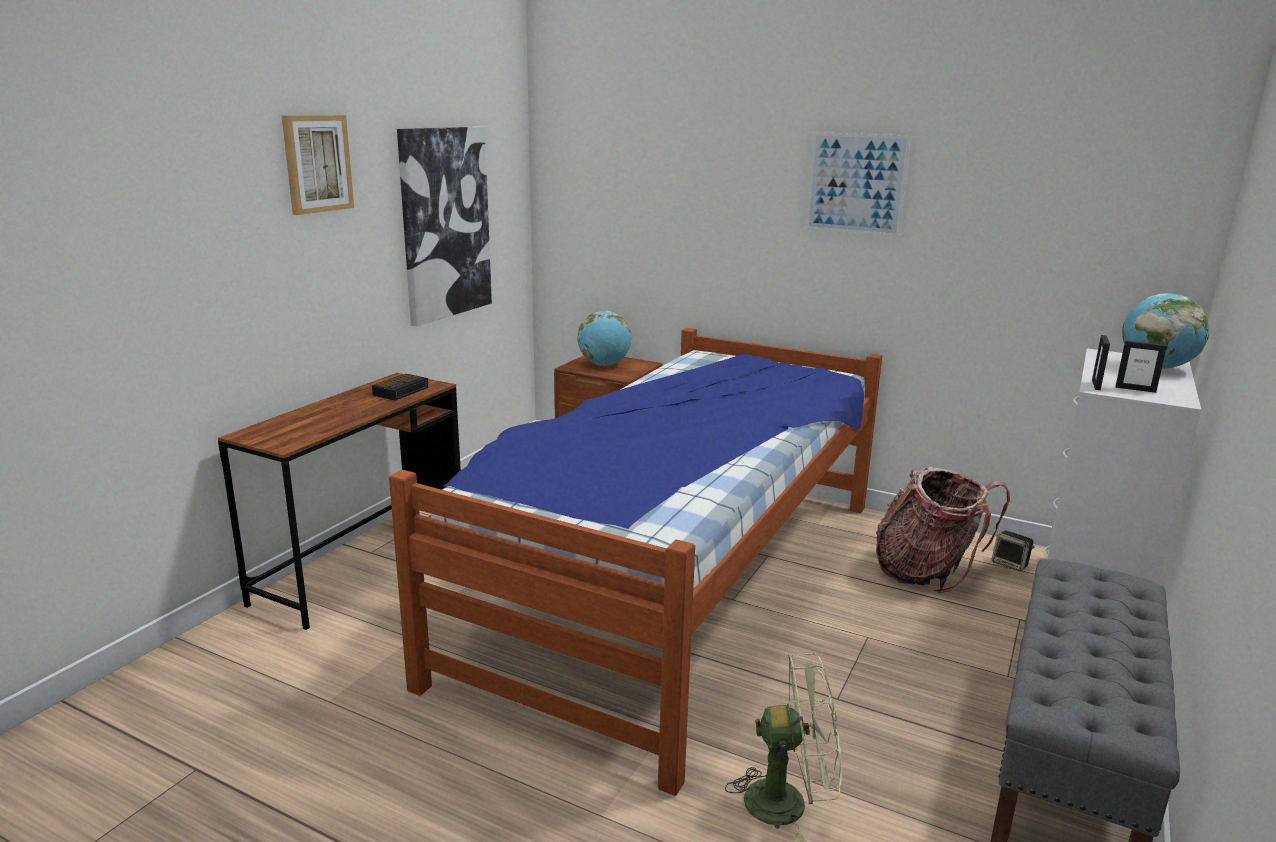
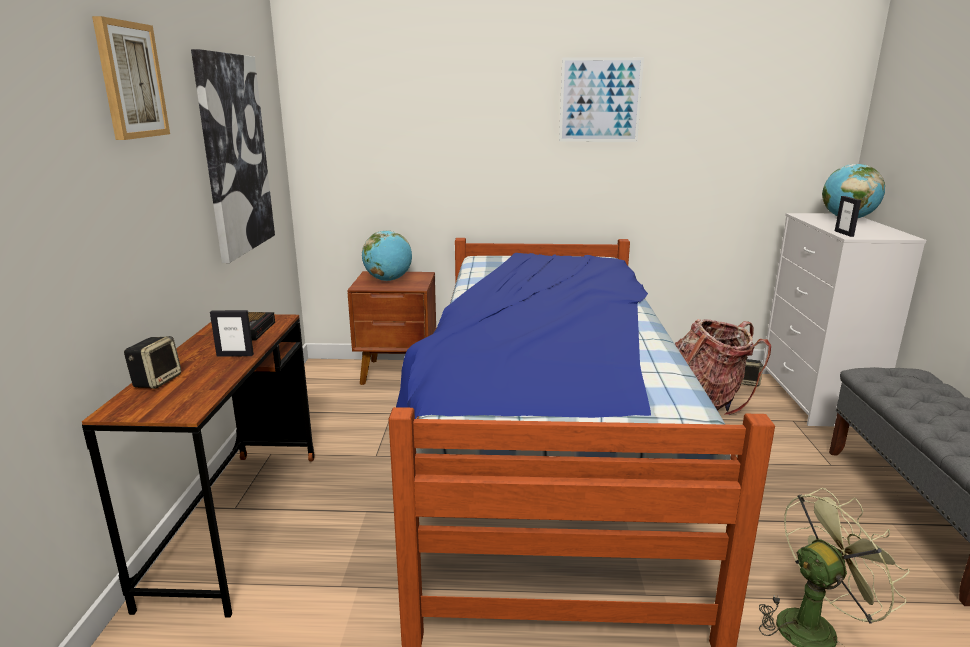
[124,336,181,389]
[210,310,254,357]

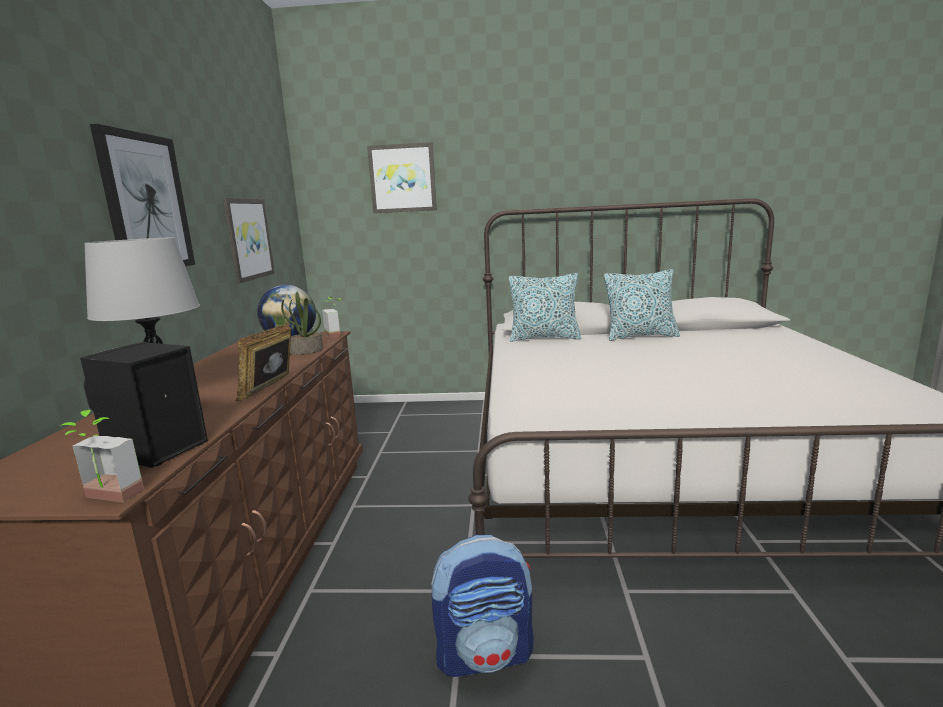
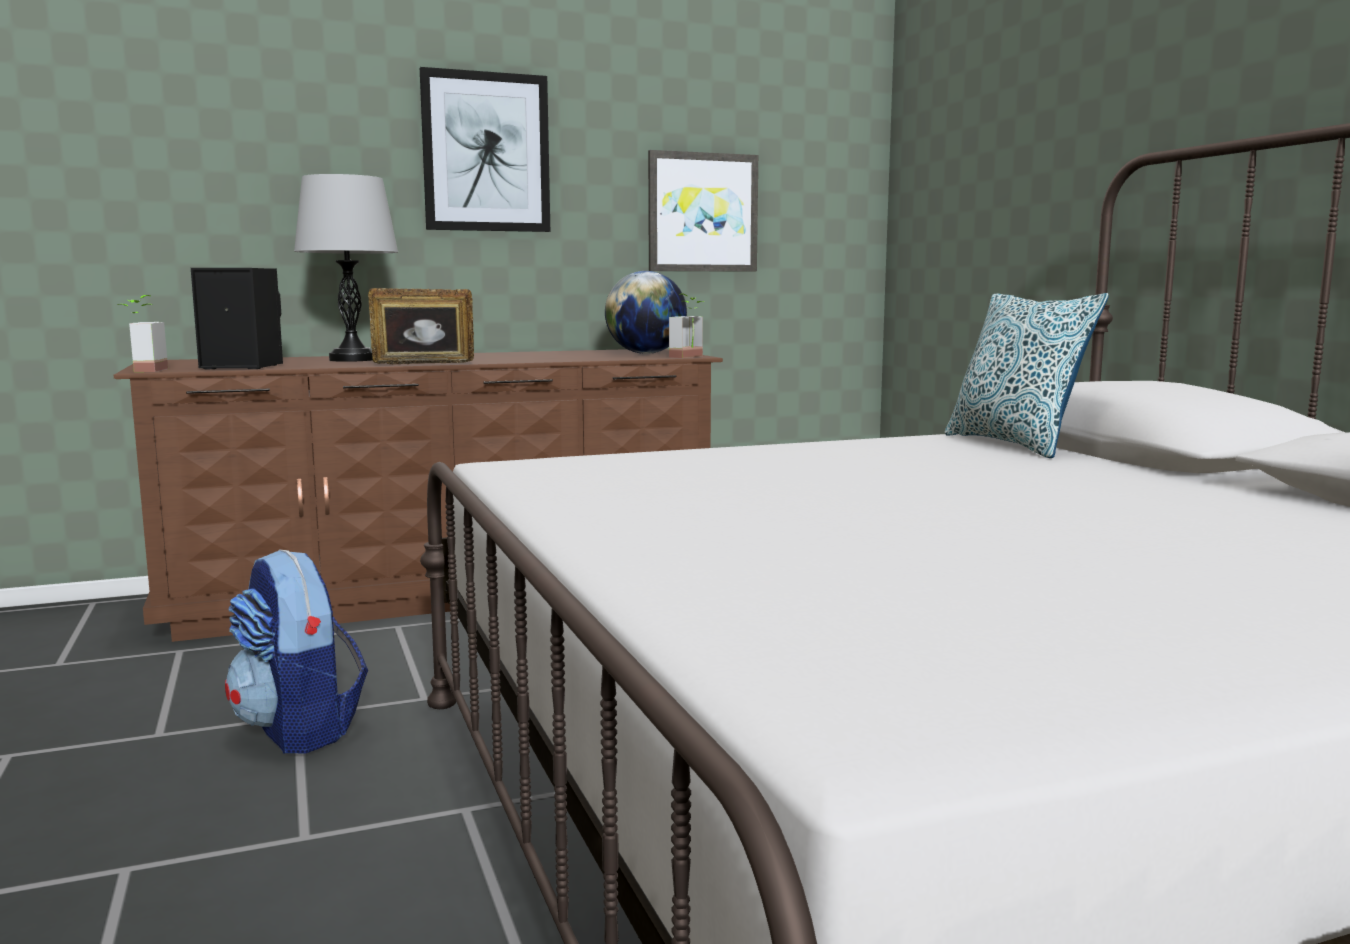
[281,292,323,355] (first image)
[367,142,437,213] (first image)
[604,269,680,341] (first image)

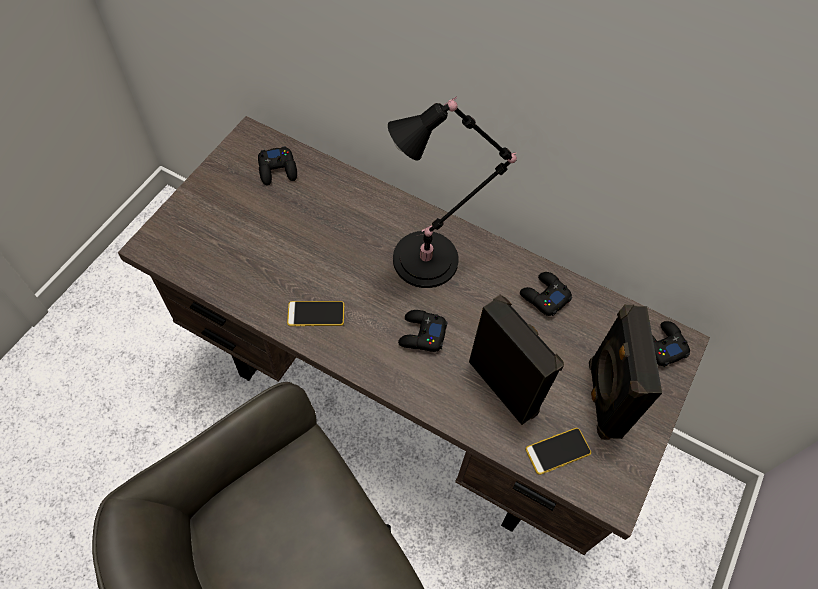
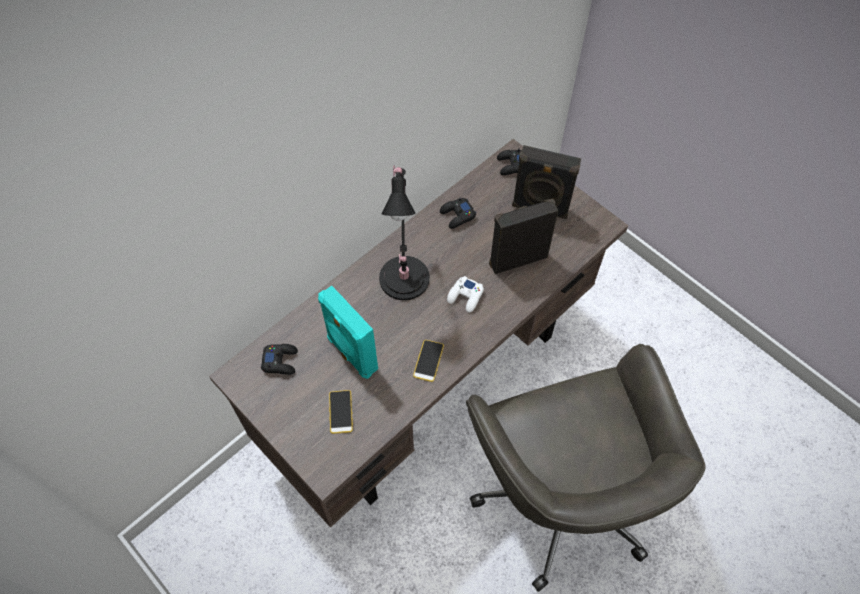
[318,286,378,379]
[329,390,353,434]
[447,276,484,313]

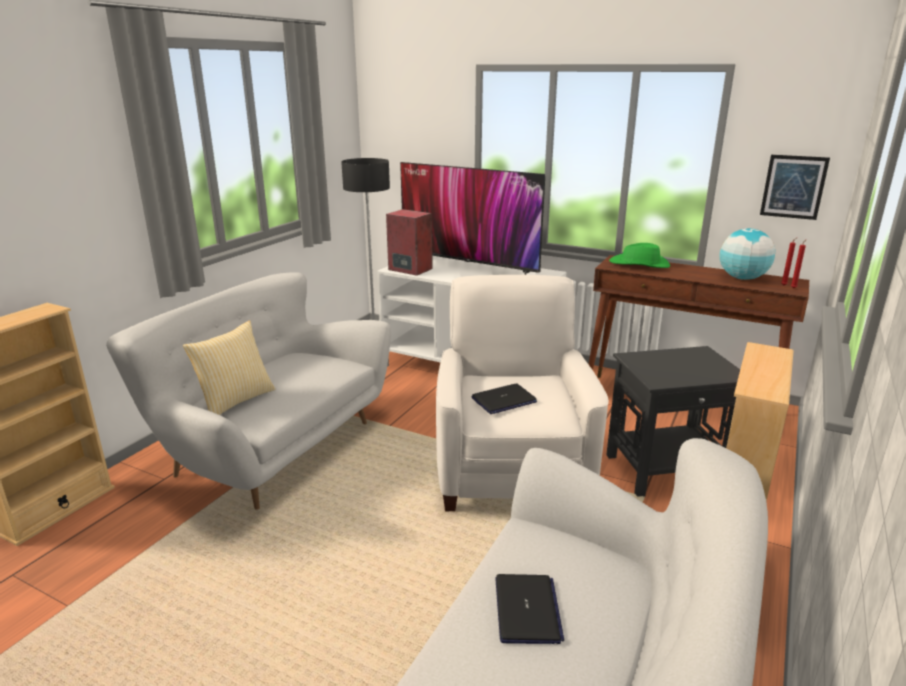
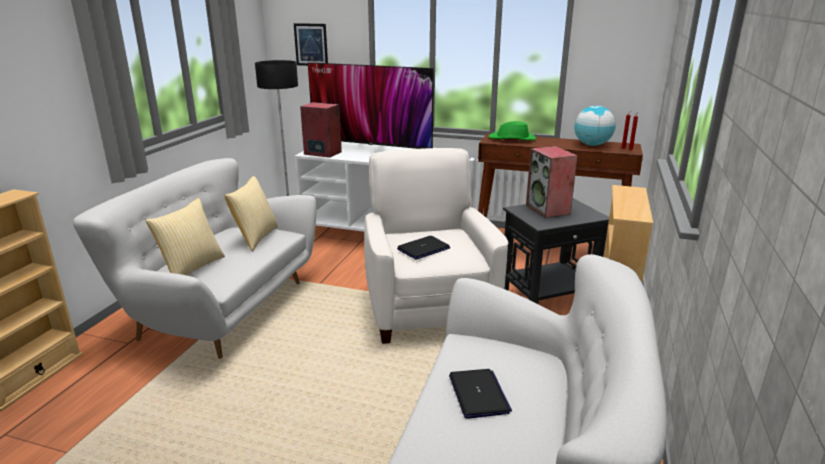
[225,176,278,251]
[526,146,578,218]
[294,23,328,66]

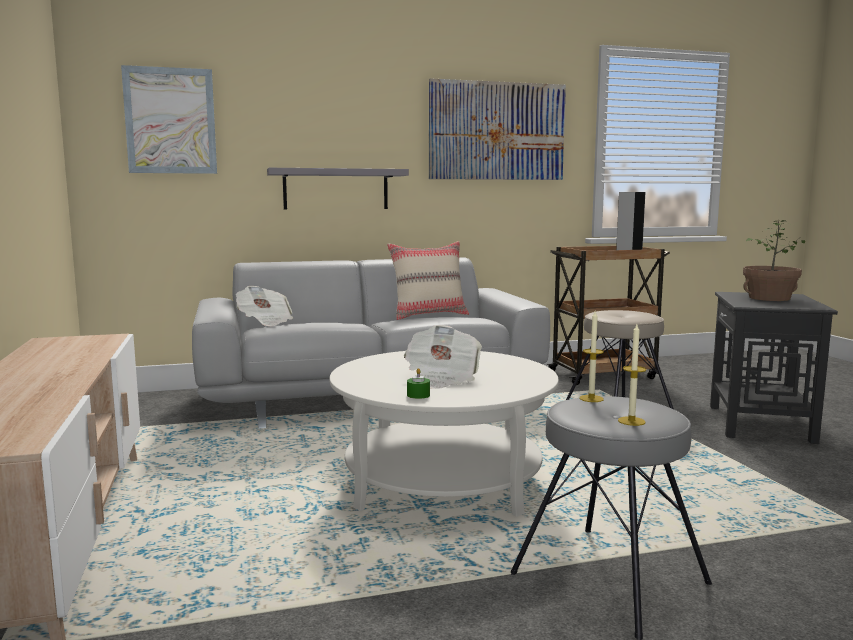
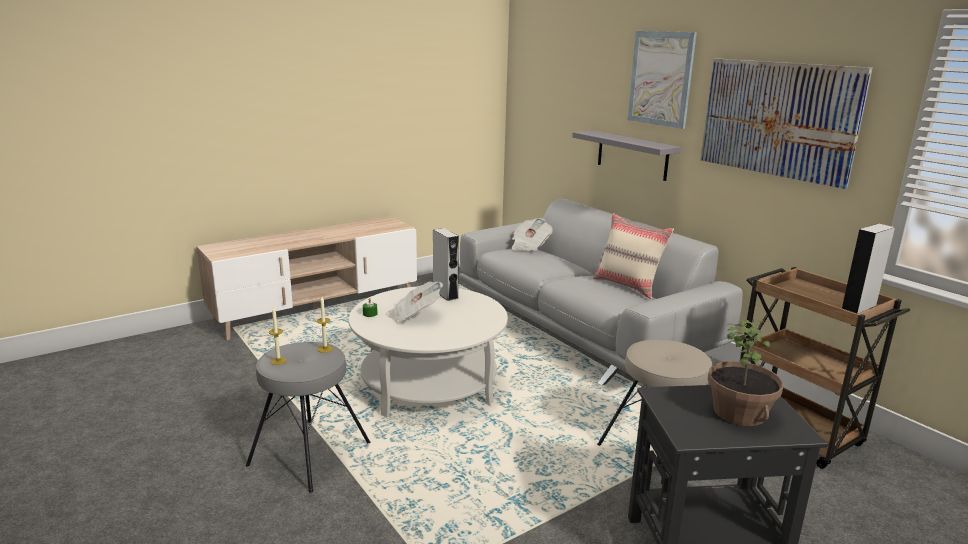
[433,228,459,301]
[627,31,697,129]

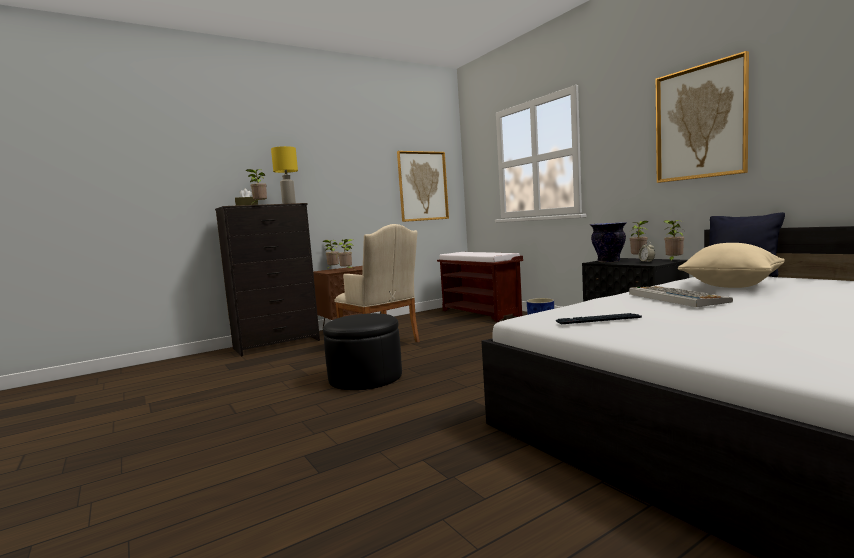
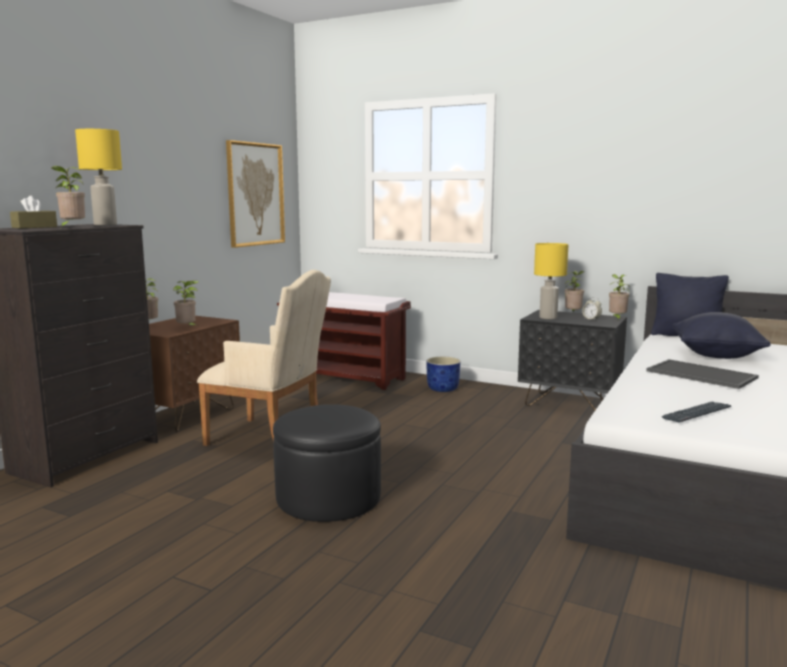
[656,51,749,183] (first image)
[534,243,569,319]
[646,359,759,389]
[673,312,771,359]

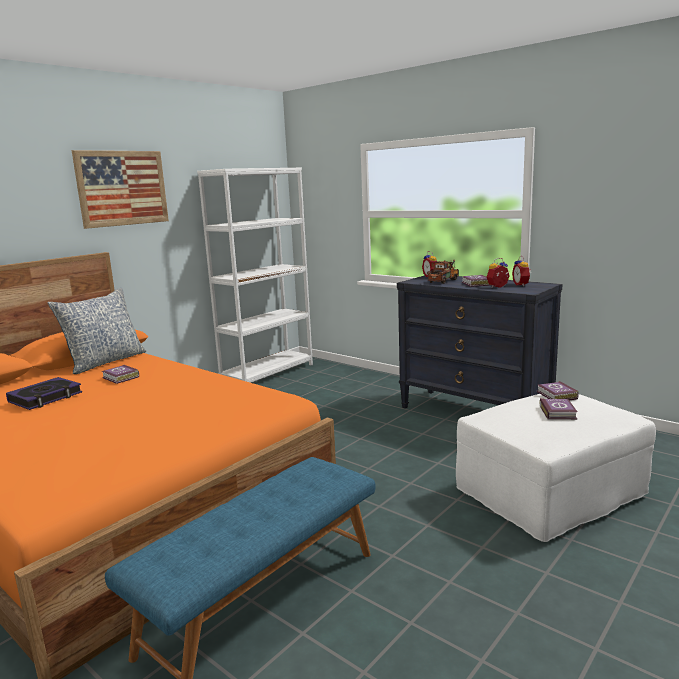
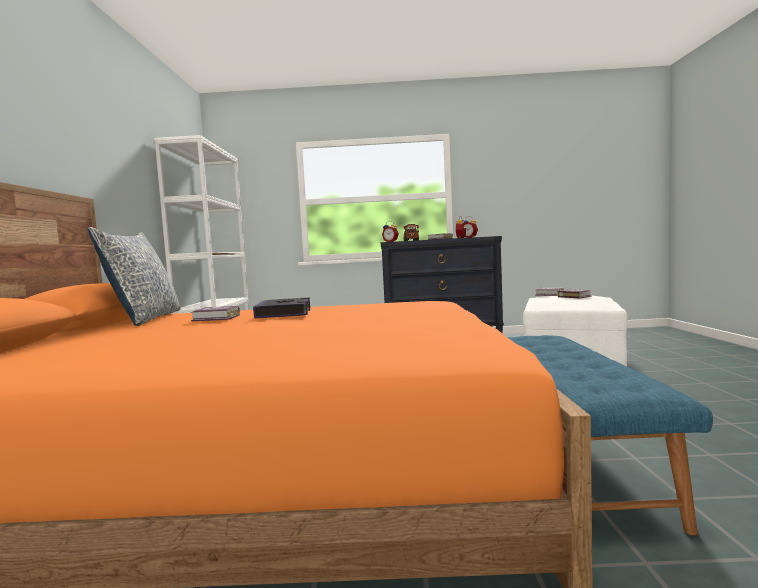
[72,150,169,229] (first image)
[253,297,310,318]

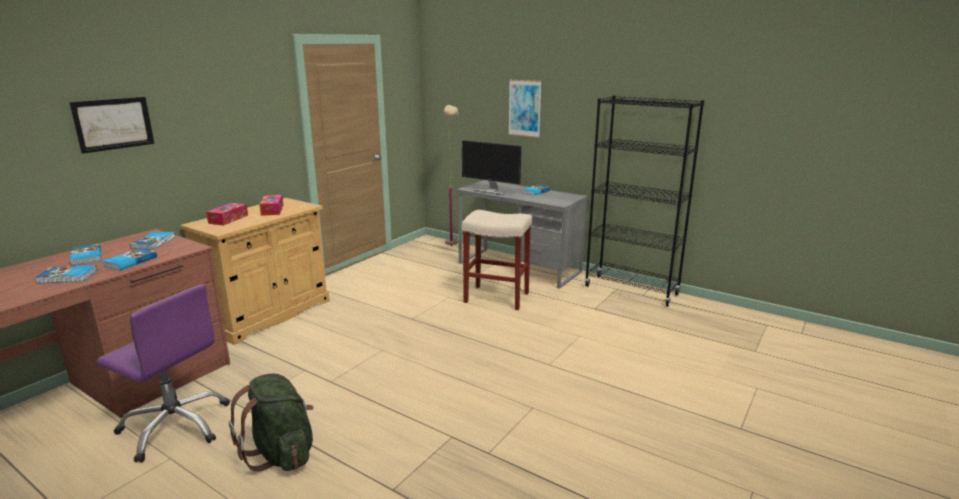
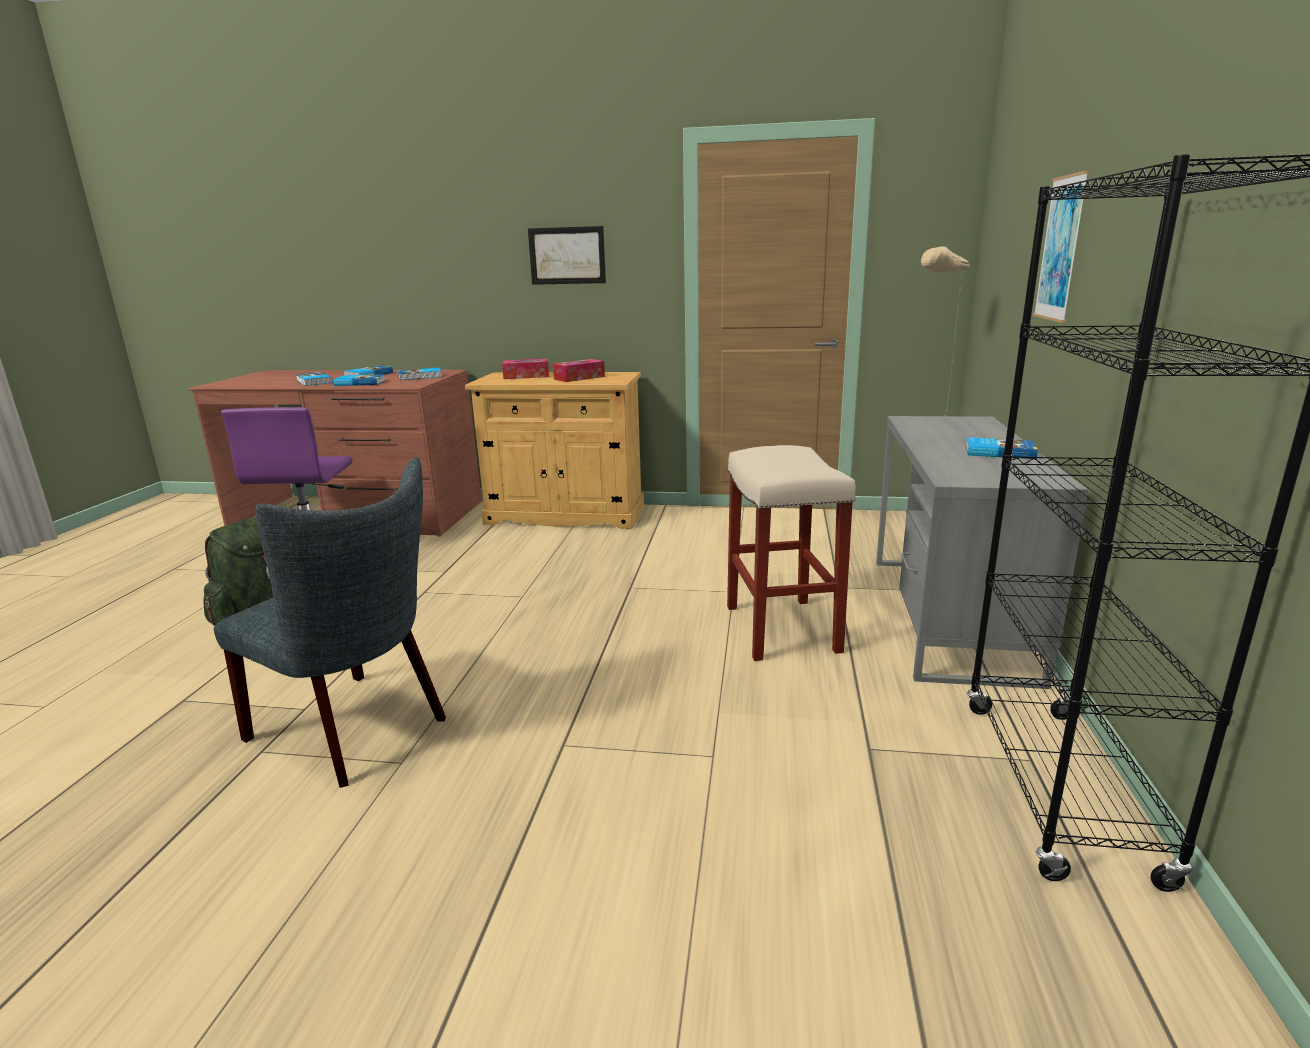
[462,140,521,195] (first image)
[214,457,446,788]
[528,226,606,285]

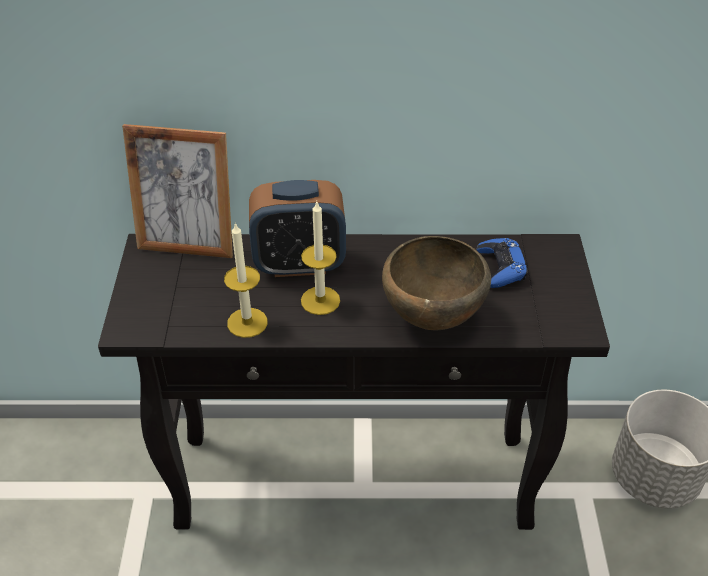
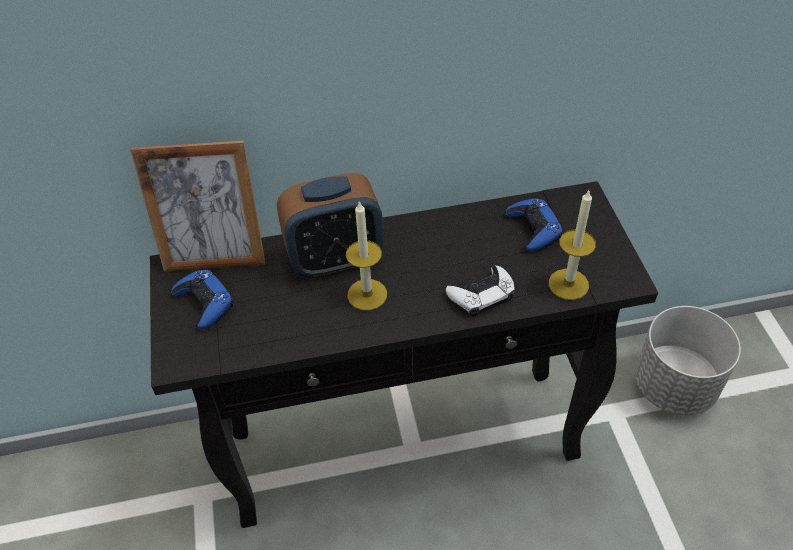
[171,270,233,329]
[549,191,596,300]
[446,266,515,317]

